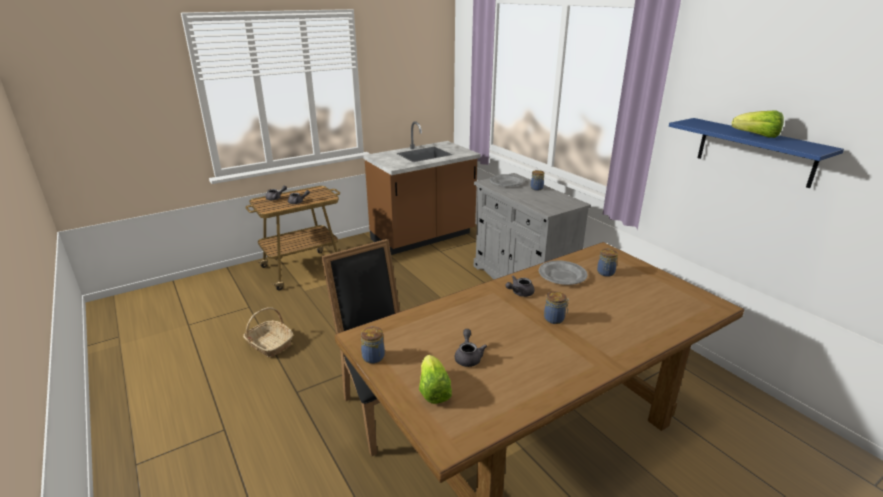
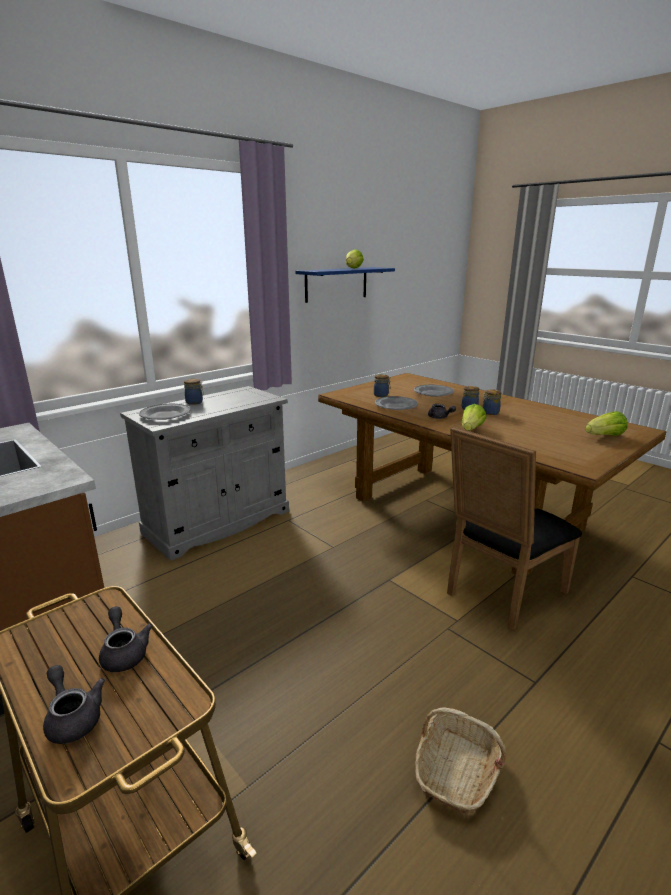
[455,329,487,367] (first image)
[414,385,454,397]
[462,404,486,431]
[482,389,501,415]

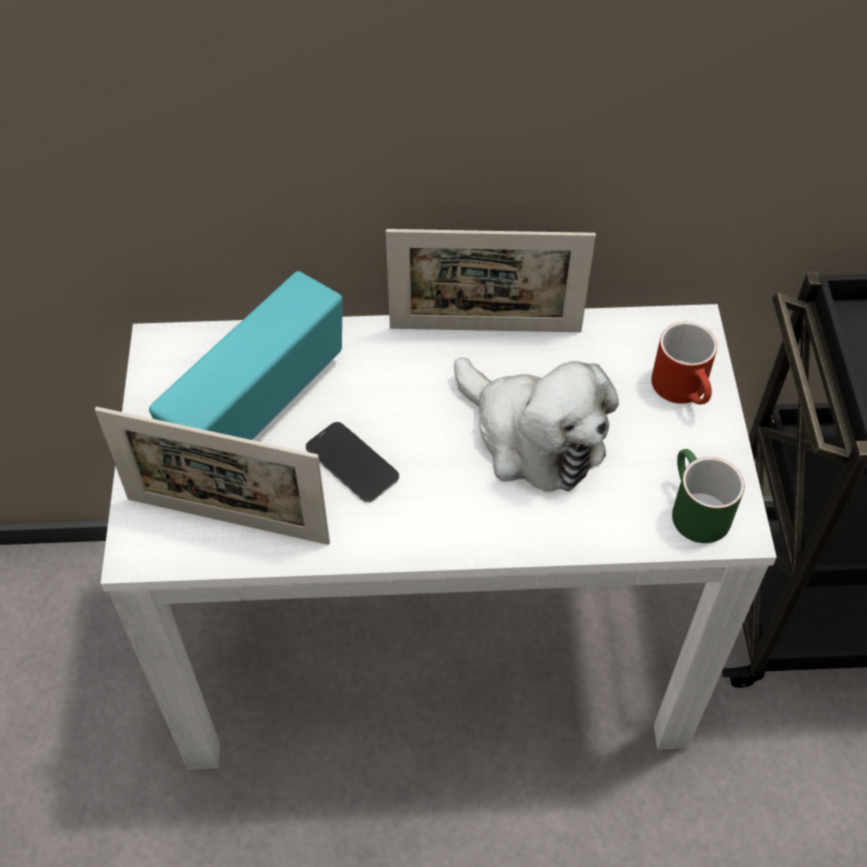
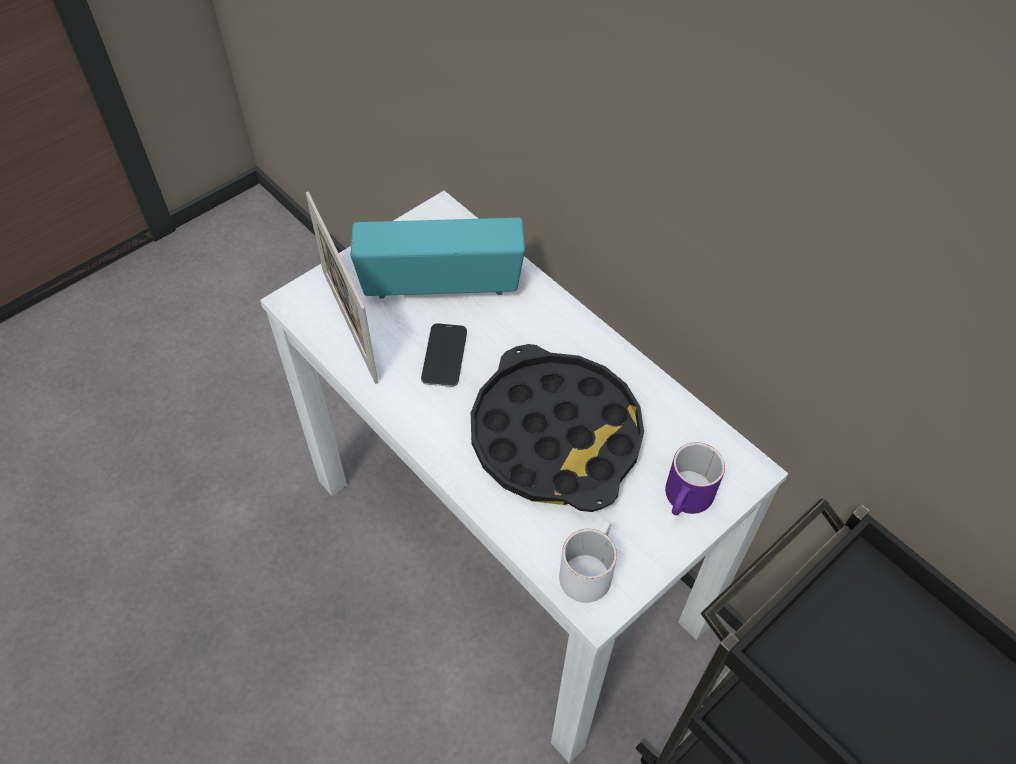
[386,229,596,332] (first image)
[471,344,644,512]
[665,442,725,515]
[559,520,617,603]

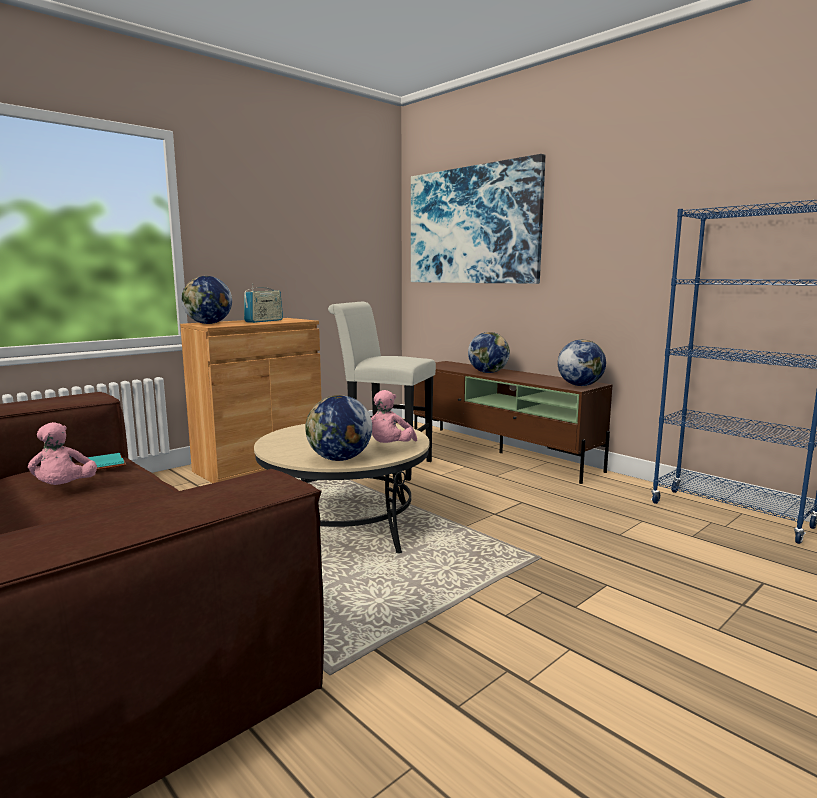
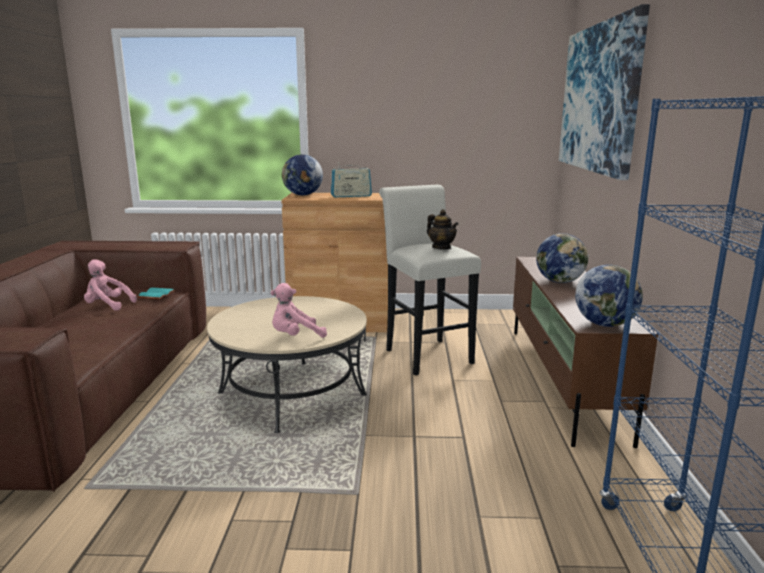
[305,395,372,461] (first image)
[427,209,459,250]
[84,259,137,311]

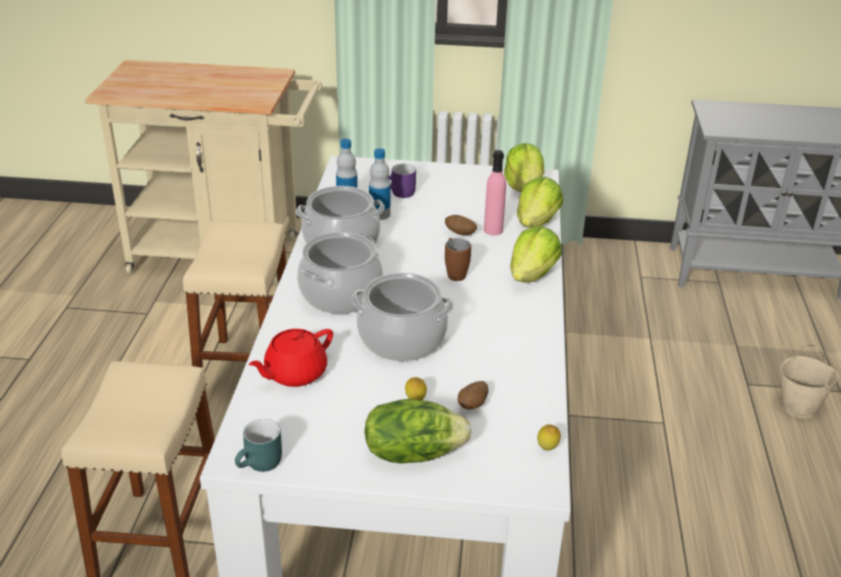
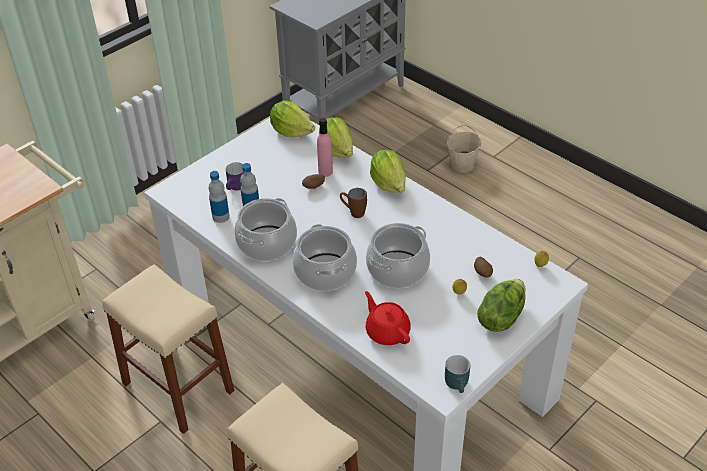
[365,291,411,345]

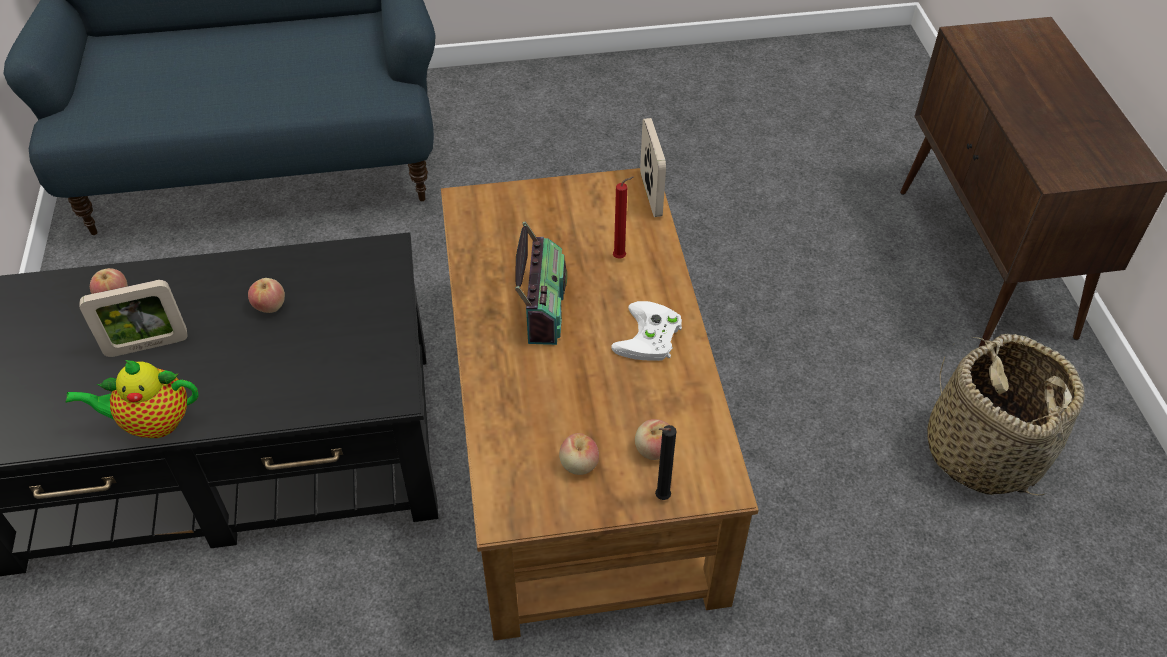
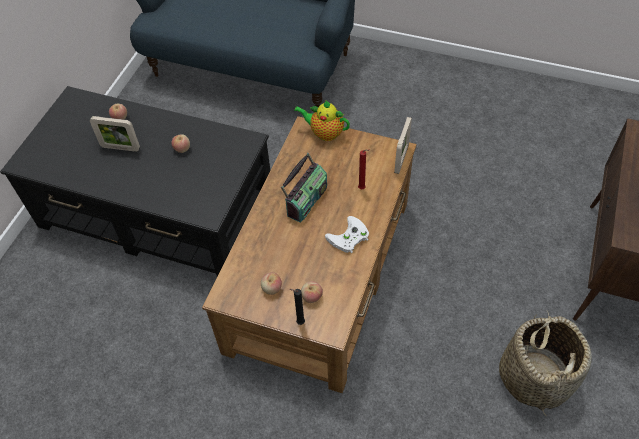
[294,101,350,141]

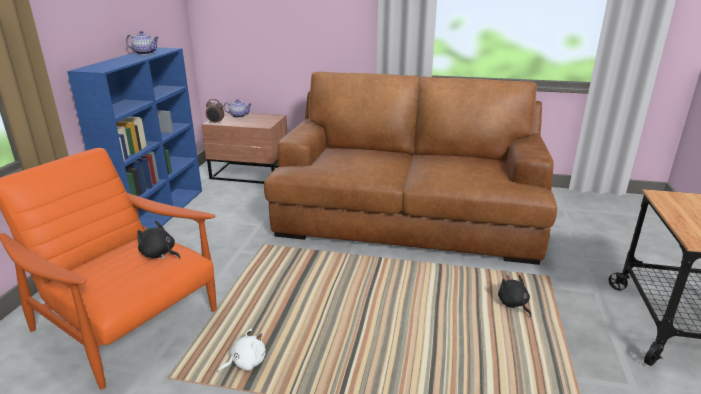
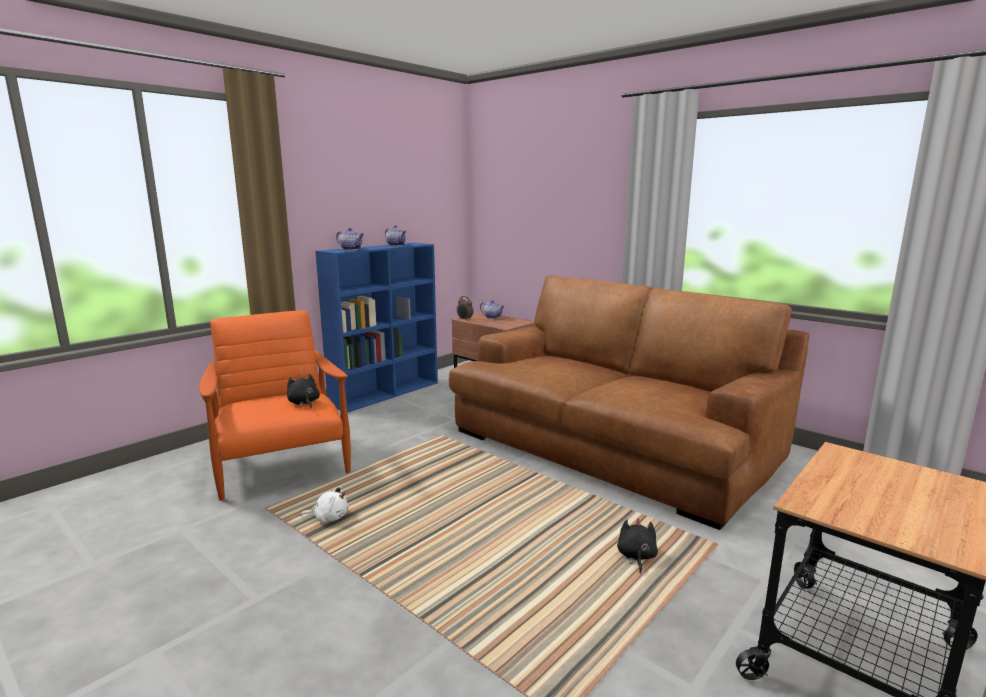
[336,228,364,250]

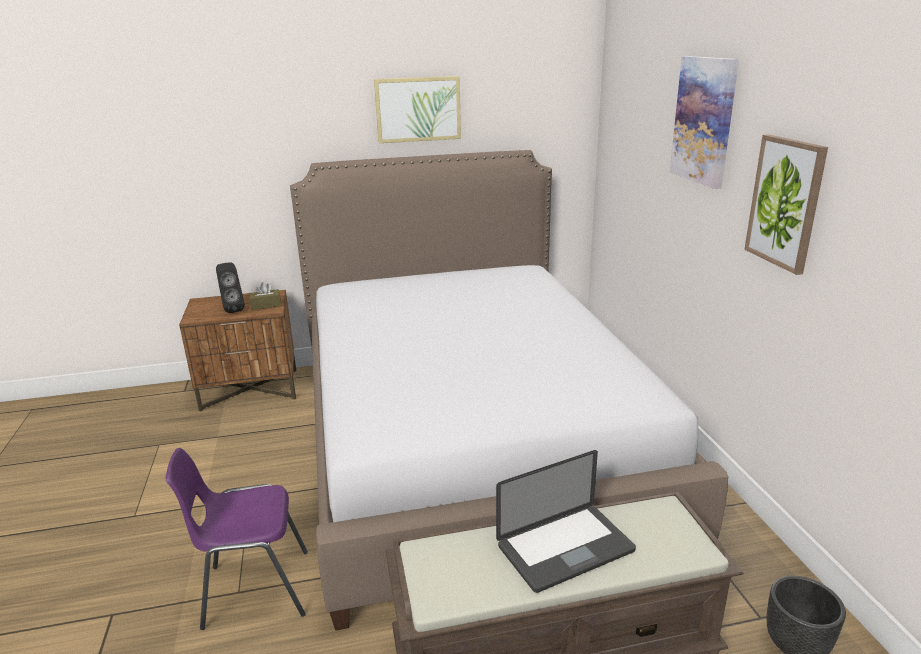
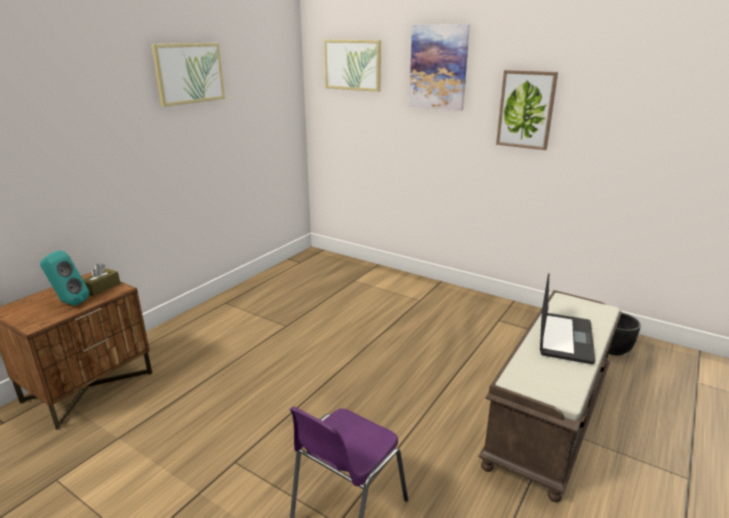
[290,150,728,631] (first image)
[324,40,381,92]
[40,250,89,306]

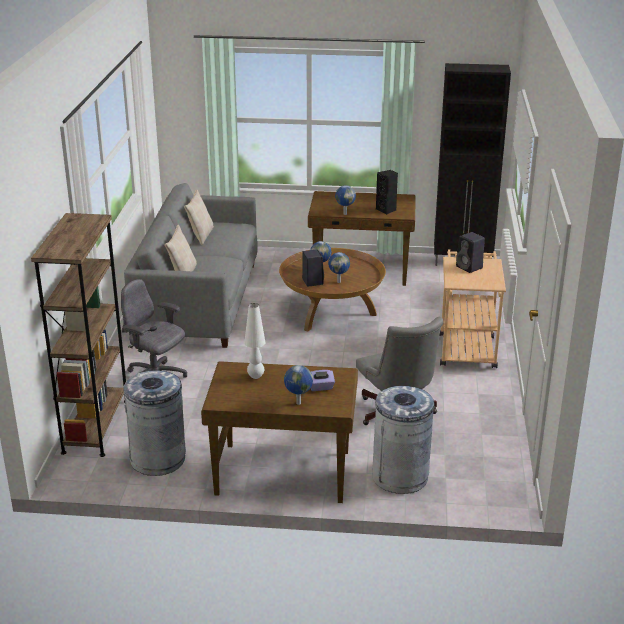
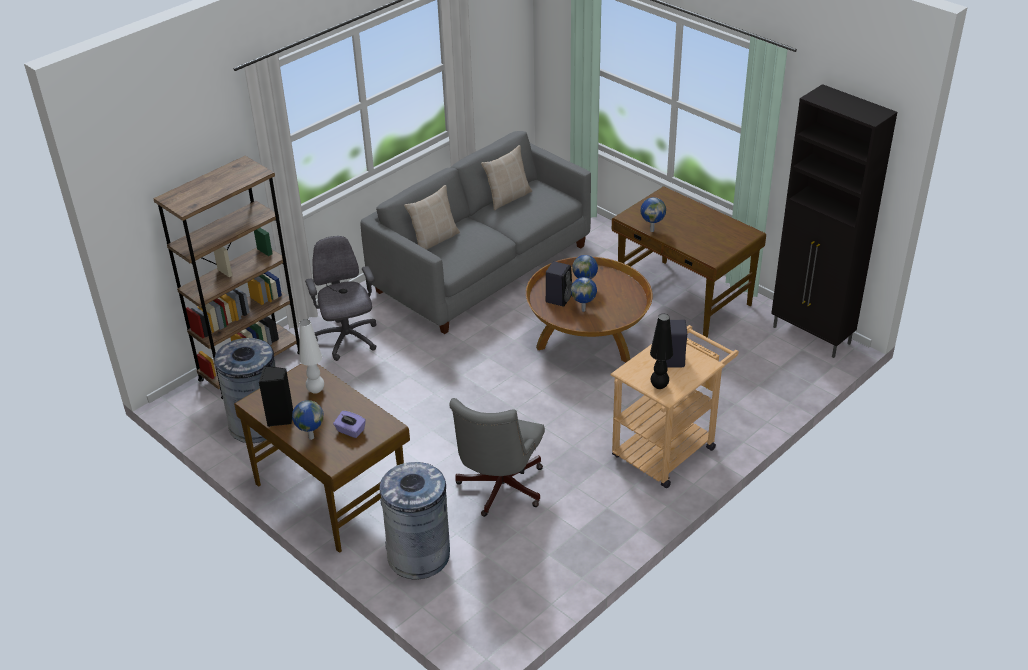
[650,314,673,389]
[259,365,293,427]

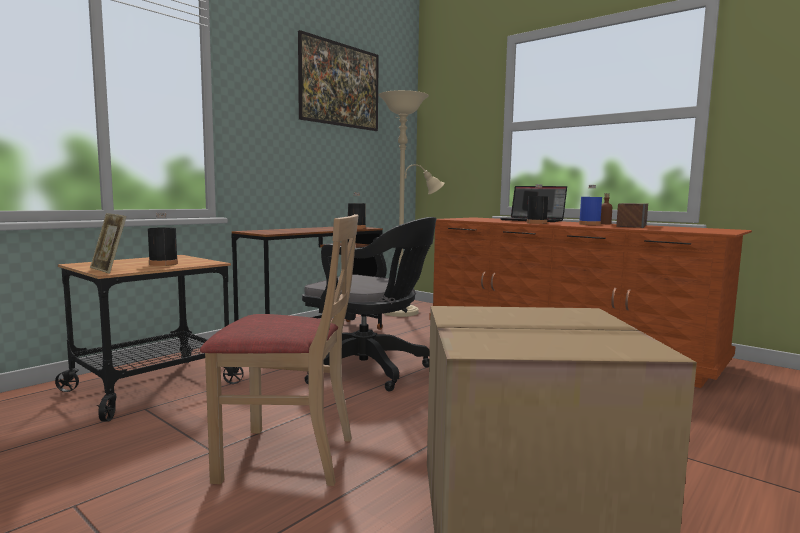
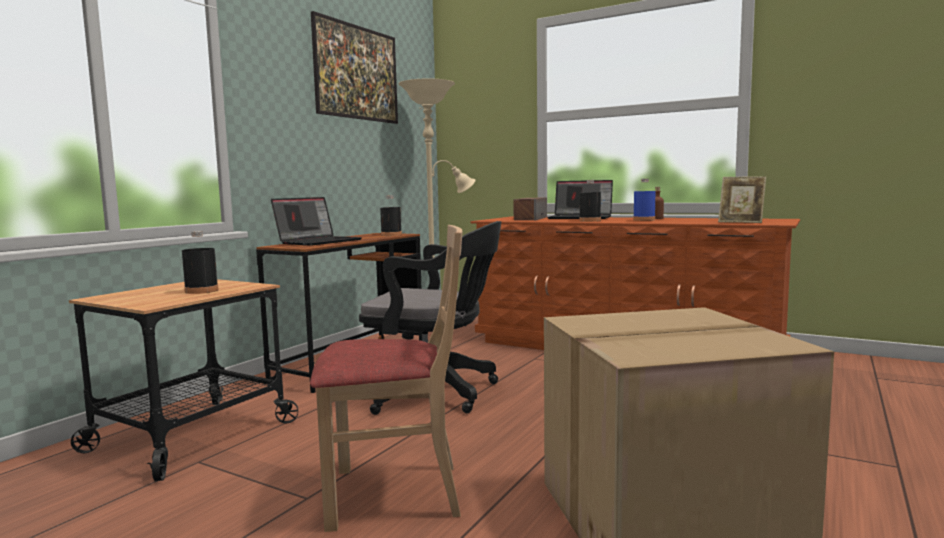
[271,197,362,246]
[718,176,766,223]
[513,197,547,221]

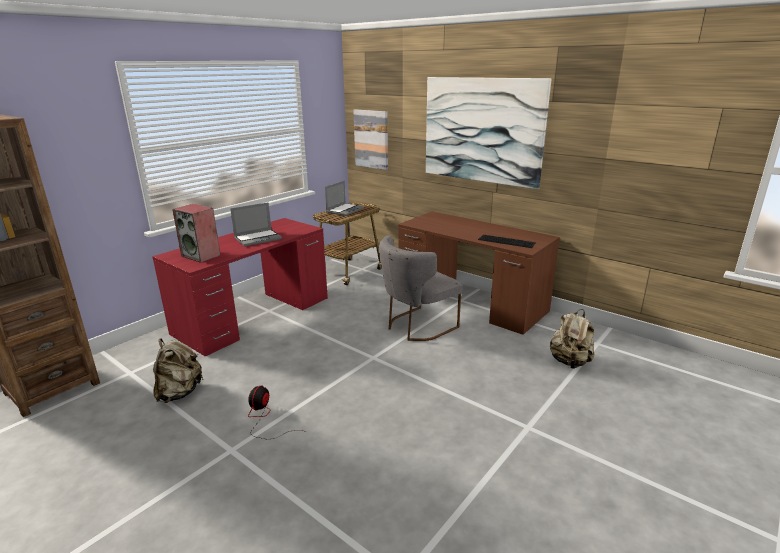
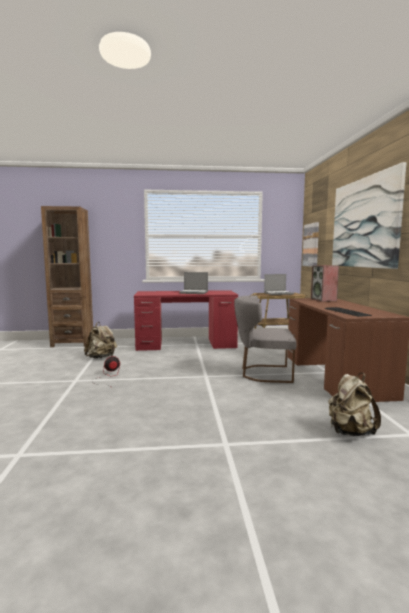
[311,265,339,302]

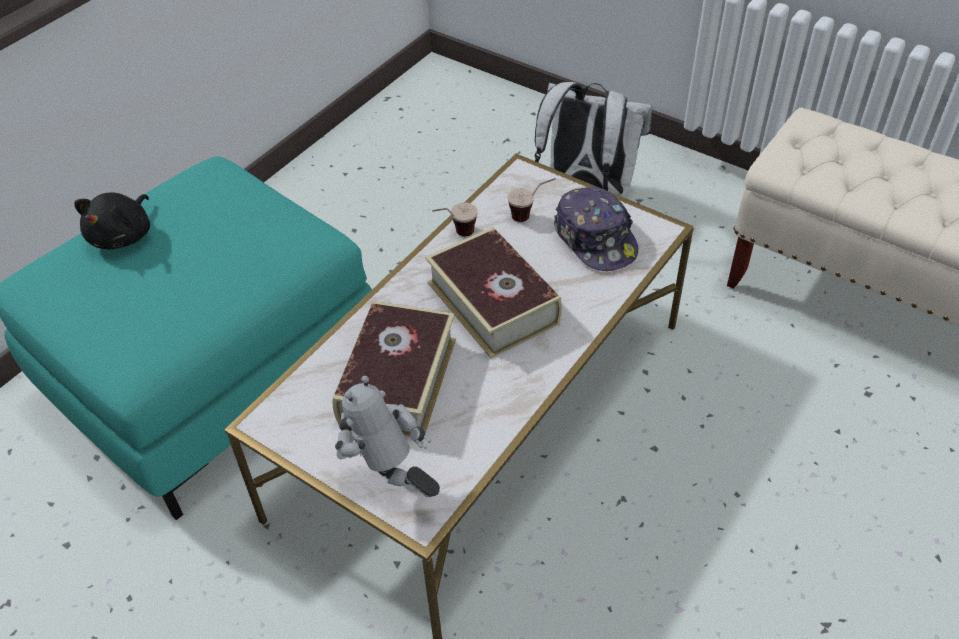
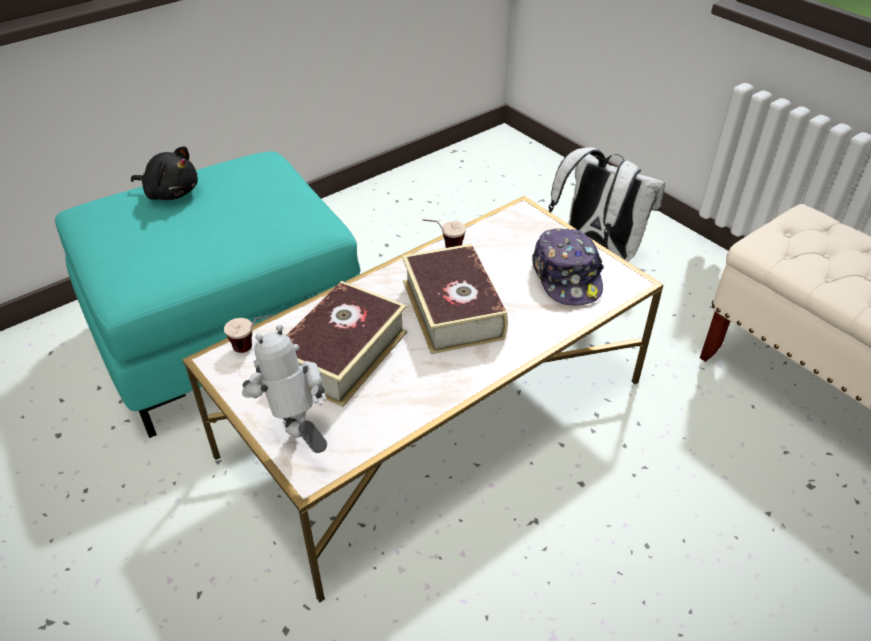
[224,315,272,353]
[131,146,198,200]

